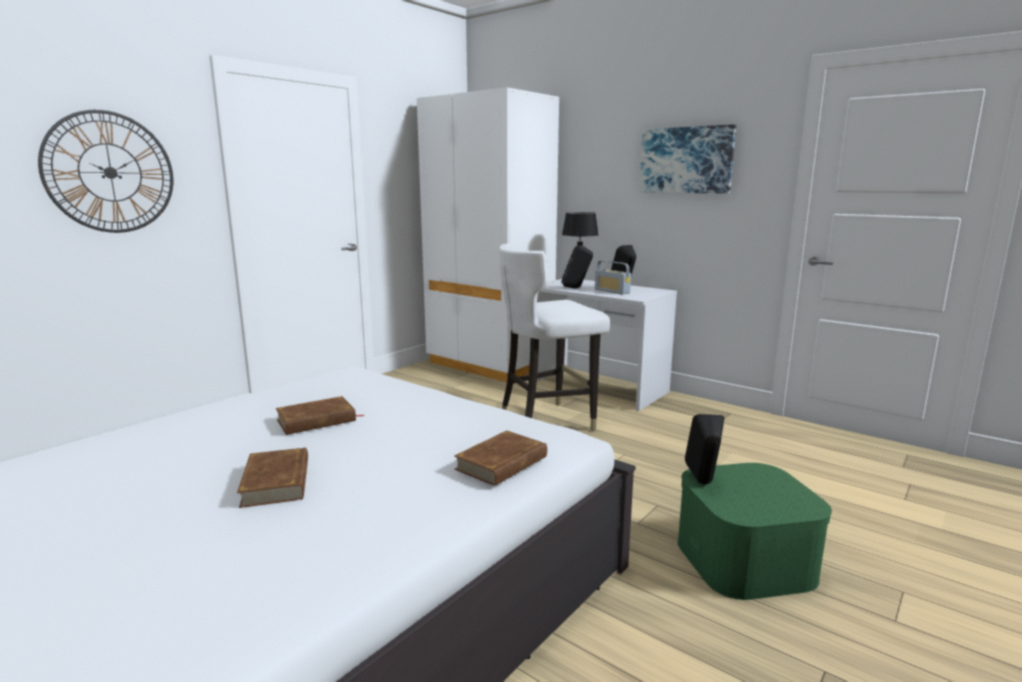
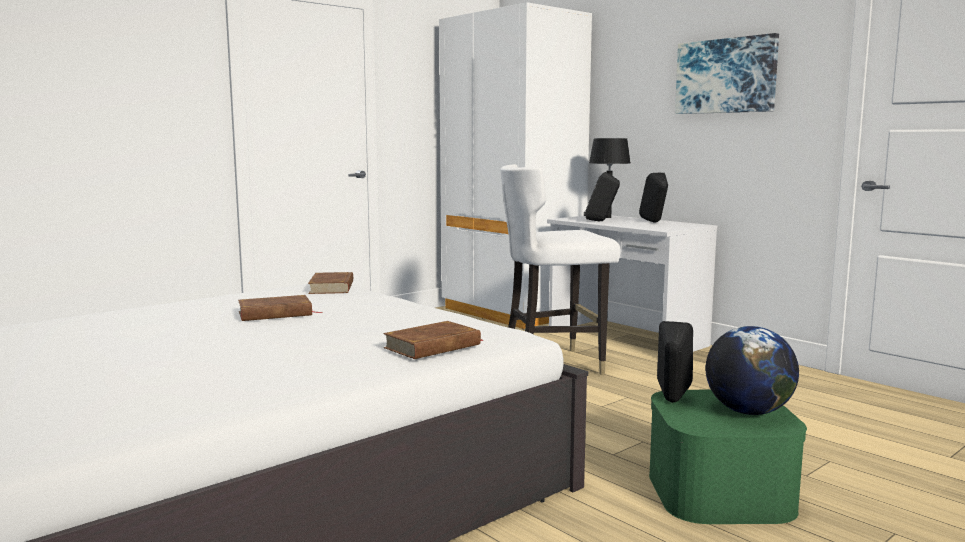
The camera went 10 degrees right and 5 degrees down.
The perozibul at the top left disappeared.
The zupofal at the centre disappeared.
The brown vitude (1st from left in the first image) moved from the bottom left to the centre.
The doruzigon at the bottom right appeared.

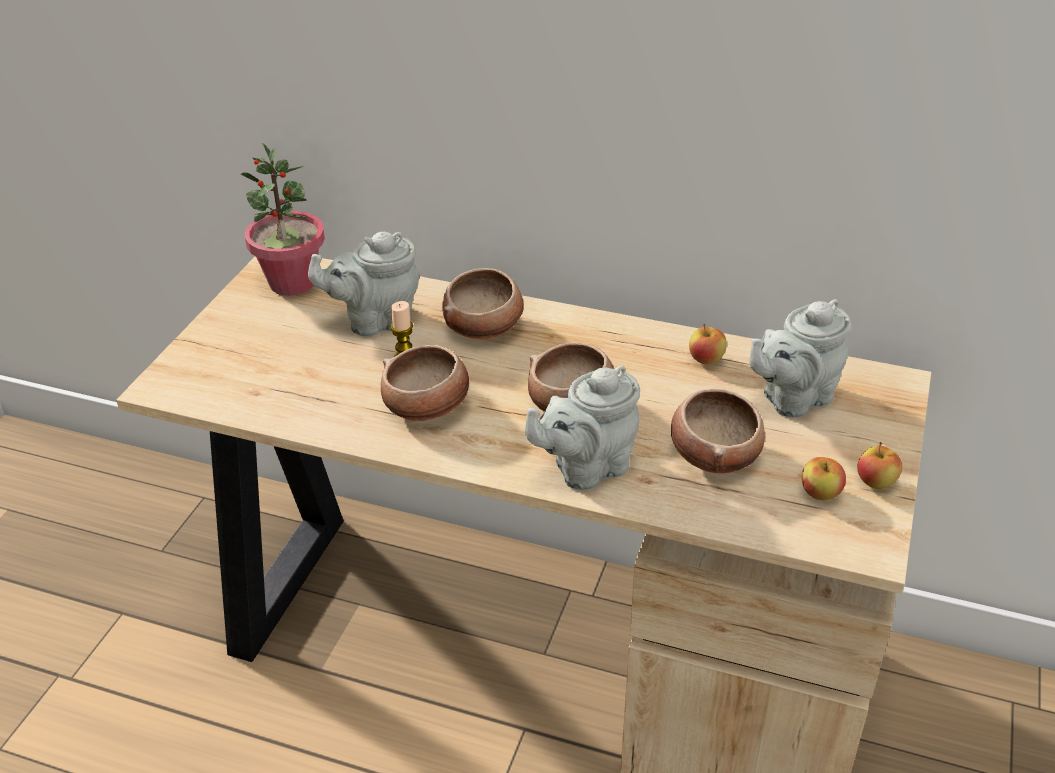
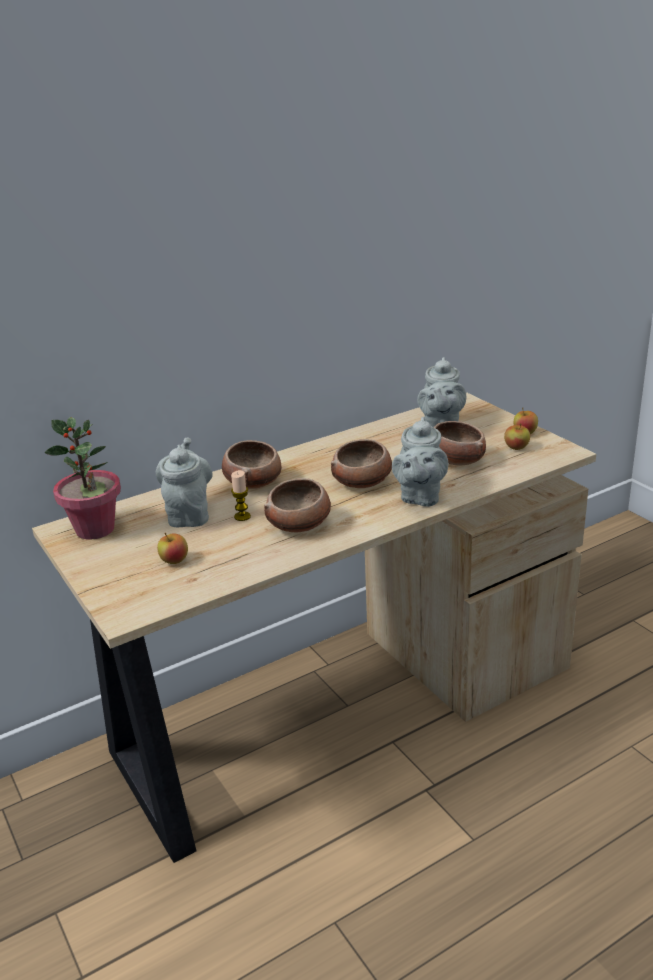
The camera went 50 degrees left and 10 degrees down.
The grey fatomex (1st from left) at the centre turned 150 degrees clockwise.
The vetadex (1st from left) moved from the middle right to the middle left.

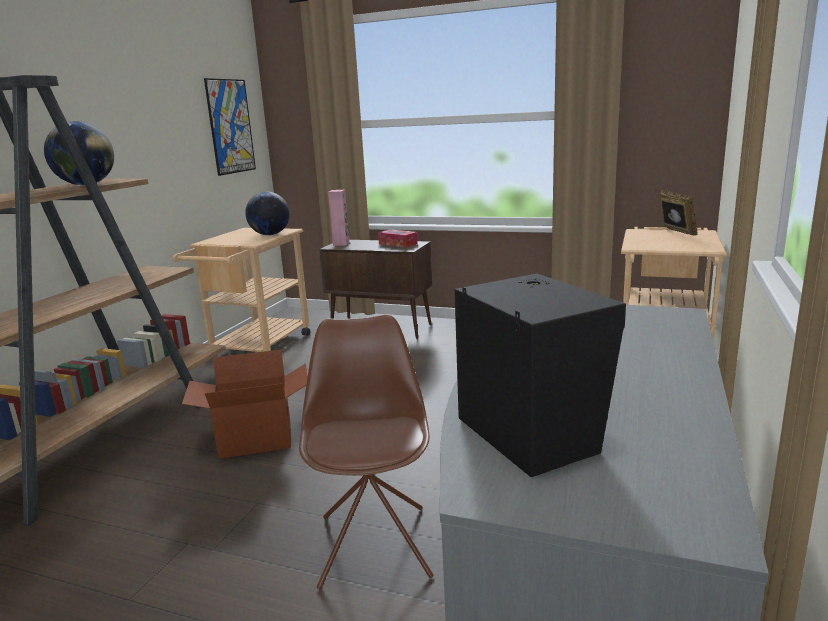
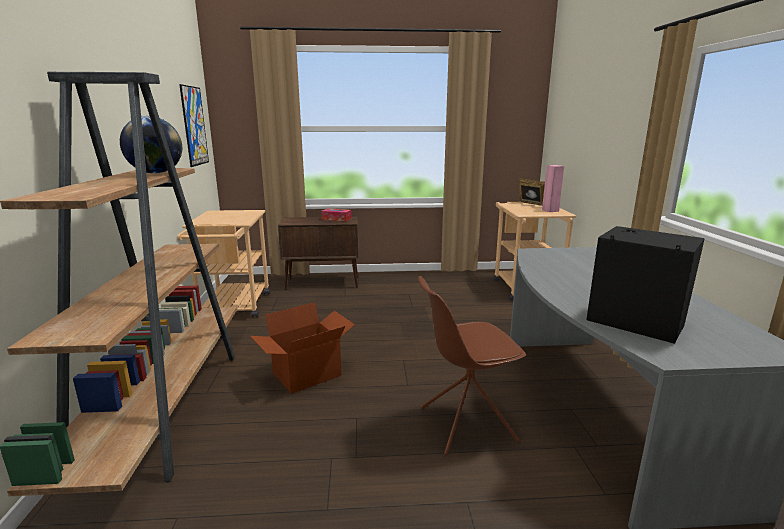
The camera went 25 degrees left and 0 degrees up.
The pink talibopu moved from the centre to the middle right.
The doruzigon (2nd from left) at the middle left disappeared.
The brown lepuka at the bottom centre turned 75 degrees counterclockwise.

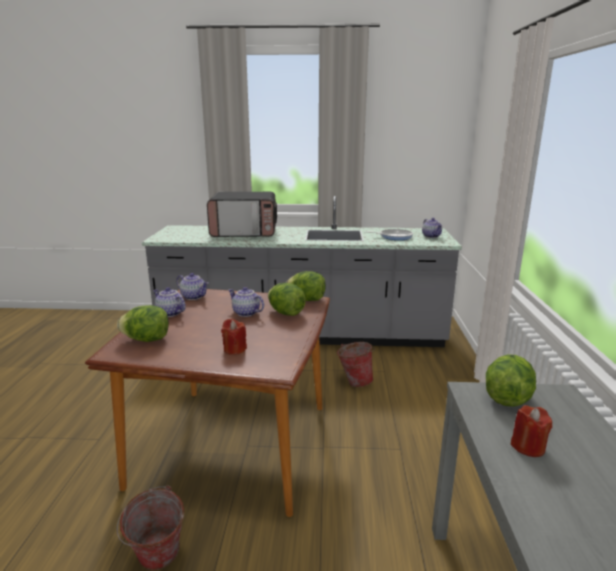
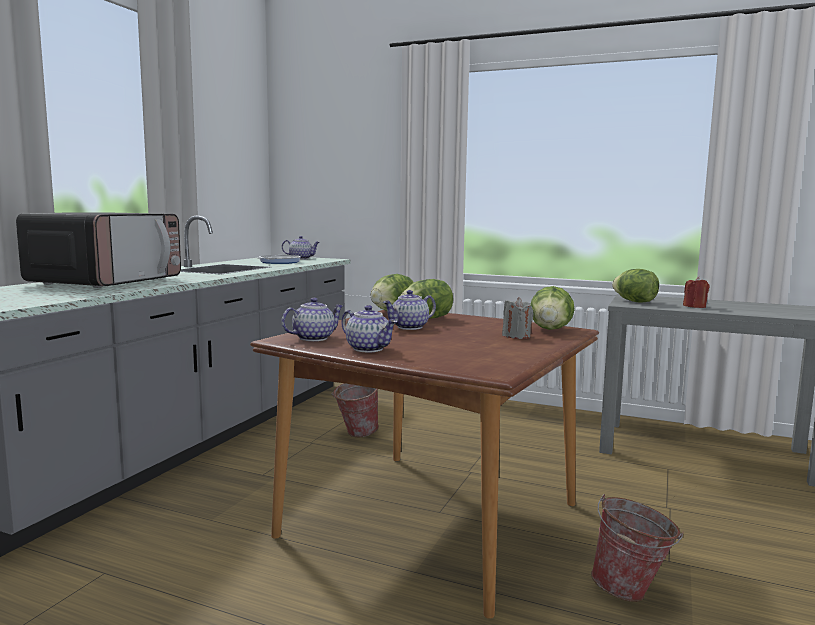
The camera went 70 degrees left and 10 degrees down.
The fatomex (1st from left in the first image) at the middle left turned 105 degrees counterclockwise.
The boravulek (1st from left in the first image) moved from the middle left to the middle right.
The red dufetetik (1st from left) at the centre became the grey dufetetik at the centre.

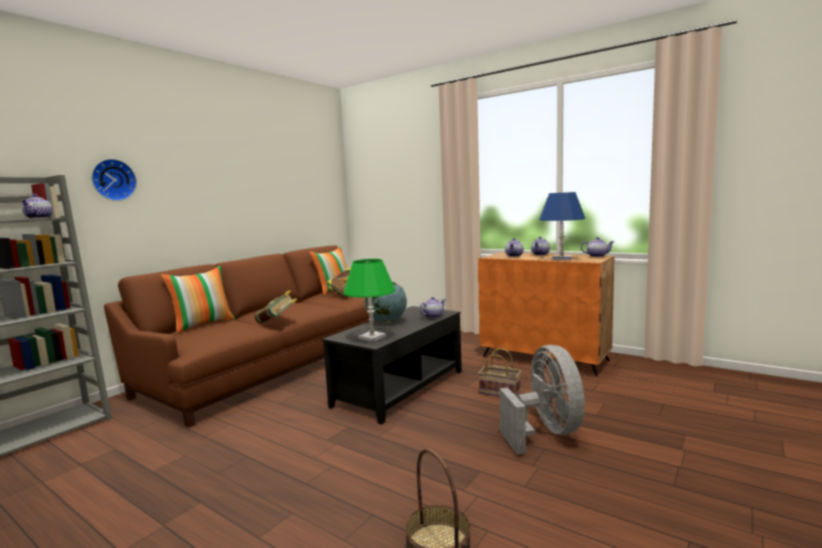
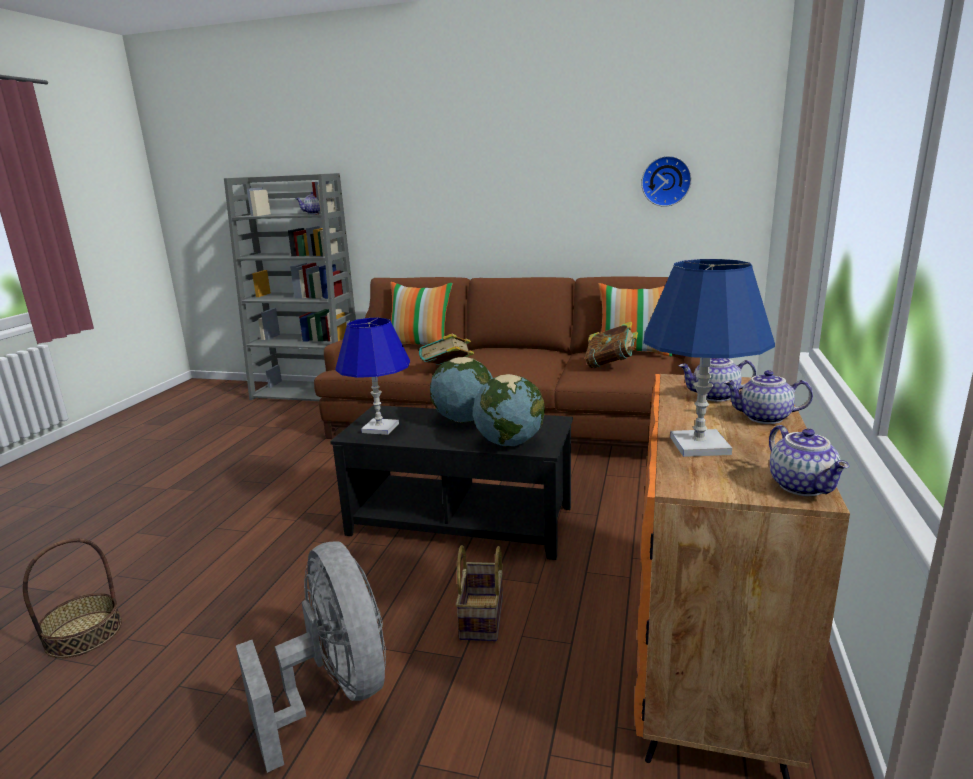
The camera went 70 degrees right and 10 degrees up.
The perozibul moved from the top left to the top right.
The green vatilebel at the centre became the blue vatilebel (1st from left) at the centre.
The fatomex (2nd from left) at the centre was replaced by the doruzigon (2nd from left) at the centre.
The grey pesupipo at the bottom centre turned 90 degrees counterclockwise.

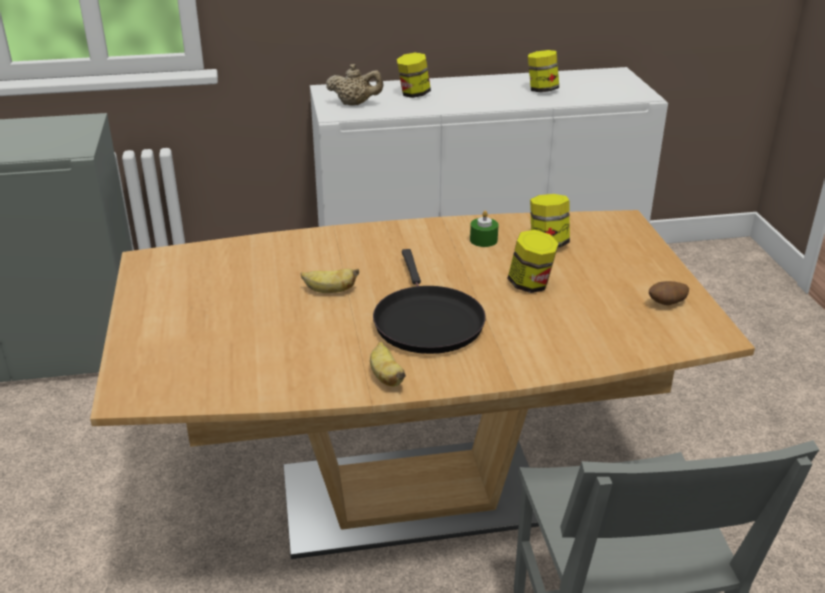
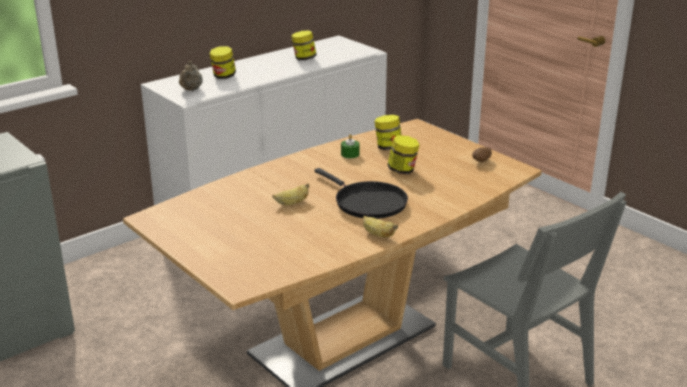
The camera went 30 degrees left and 5 degrees down.
The beige fatomex at the top centre turned 120 degrees clockwise.

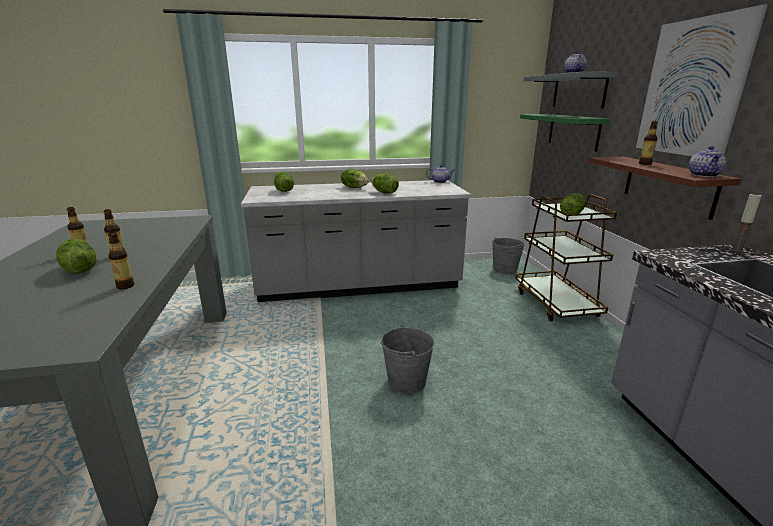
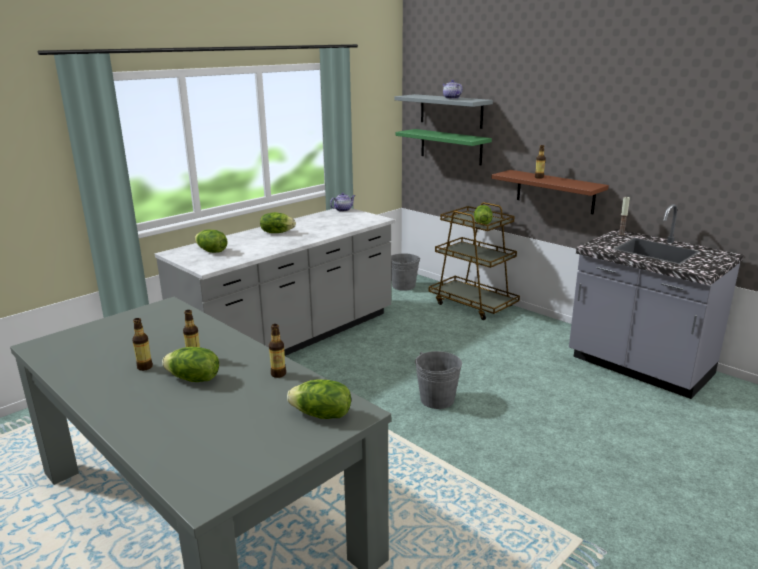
The camera went 35 degrees left and 0 degrees up.
The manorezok at the top right disappeared.
The fatomex (3rd from left) at the top right disappeared.
The boravulek (4th from left) moved from the centre to the bottom centre.

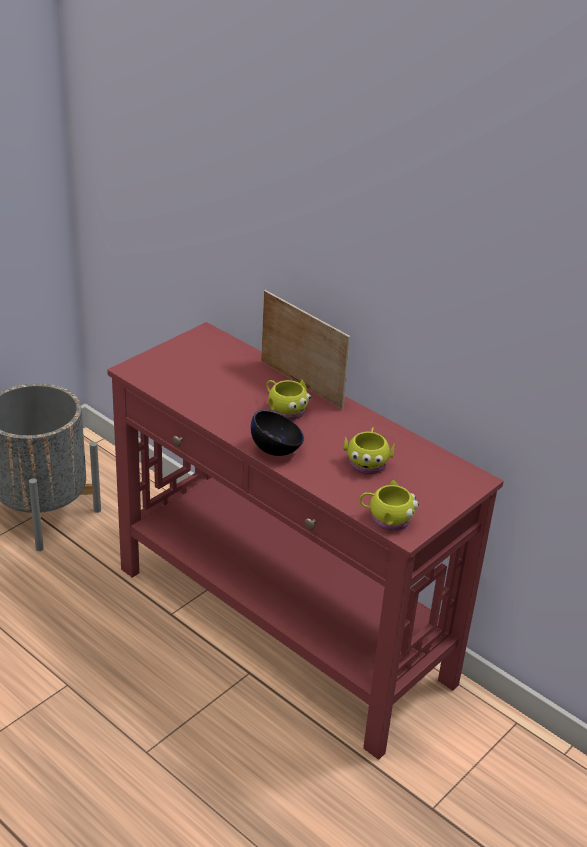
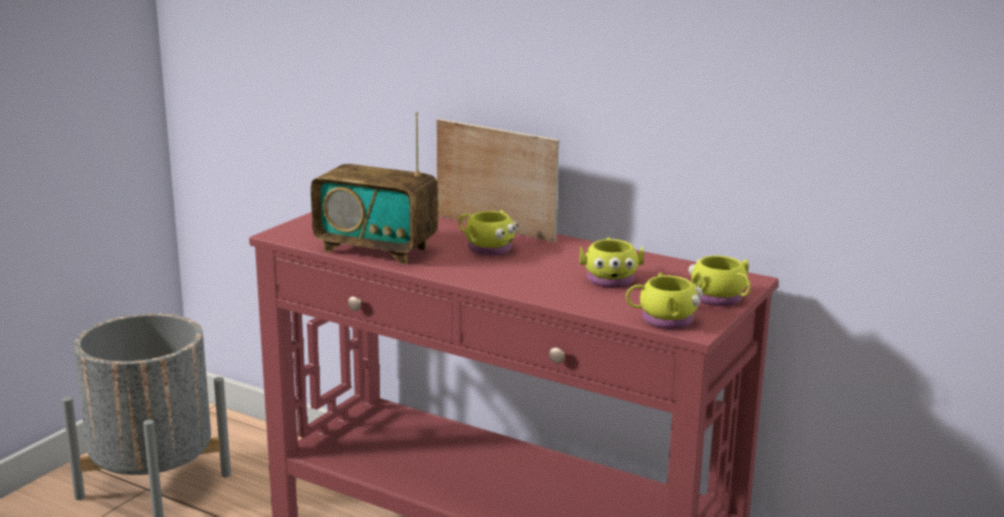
The camera went 10 degrees left and 15 degrees down.
The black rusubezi at the centre disappeared.
The zupofal at the centre appeared.
The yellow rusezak (4th from left) at the middle right appeared.

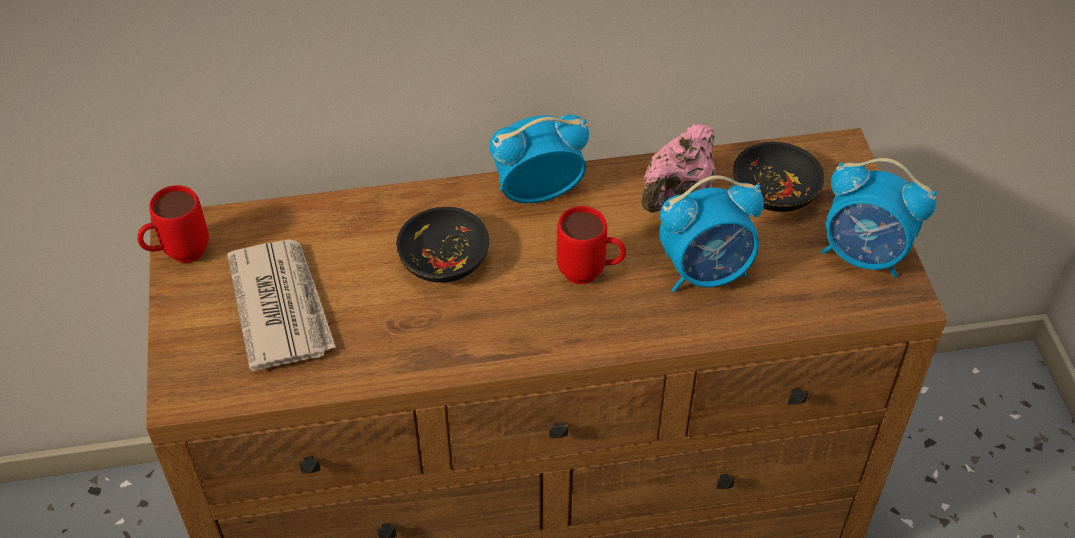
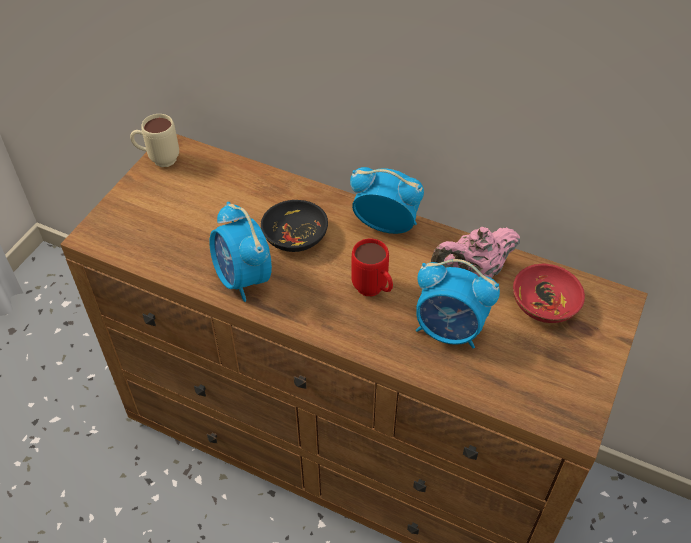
The camera went 35 degrees right and 0 degrees up.
The black rusubezi (2nd from left) at the top right became the red rusubezi at the middle right.
The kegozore (3rd from left in the first image) moved from the middle right to the centre.
The red rusezak (1st from left) at the middle left became the beige rusezak at the top left.
The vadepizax at the middle left disappeared.

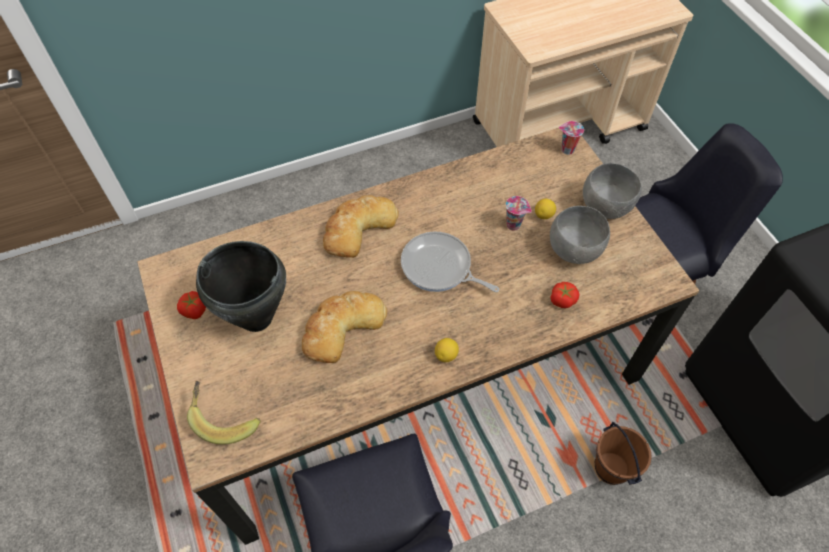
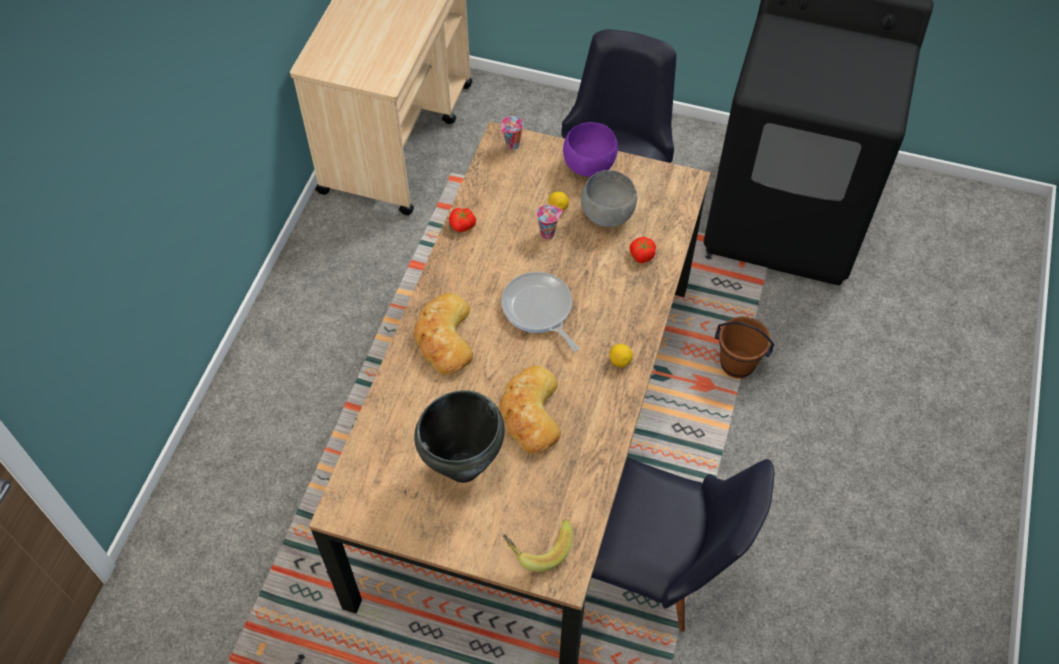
The camera went 50 degrees left and 0 degrees up.
The grey rusubezi (2nd from left) at the middle right became the purple rusubezi at the top centre.
The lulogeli at the centre turned 75 degrees clockwise.
The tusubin (1st from left) moved from the middle left to the top centre.

